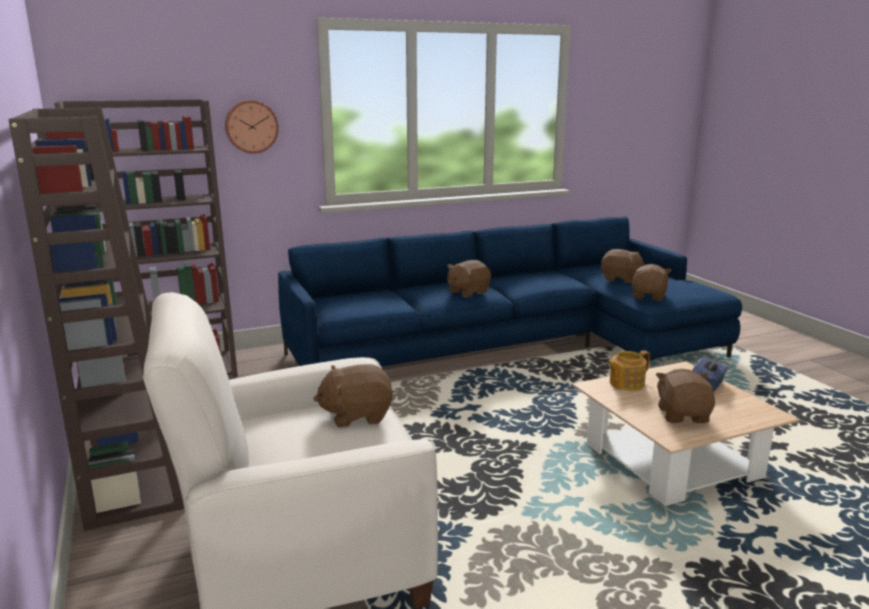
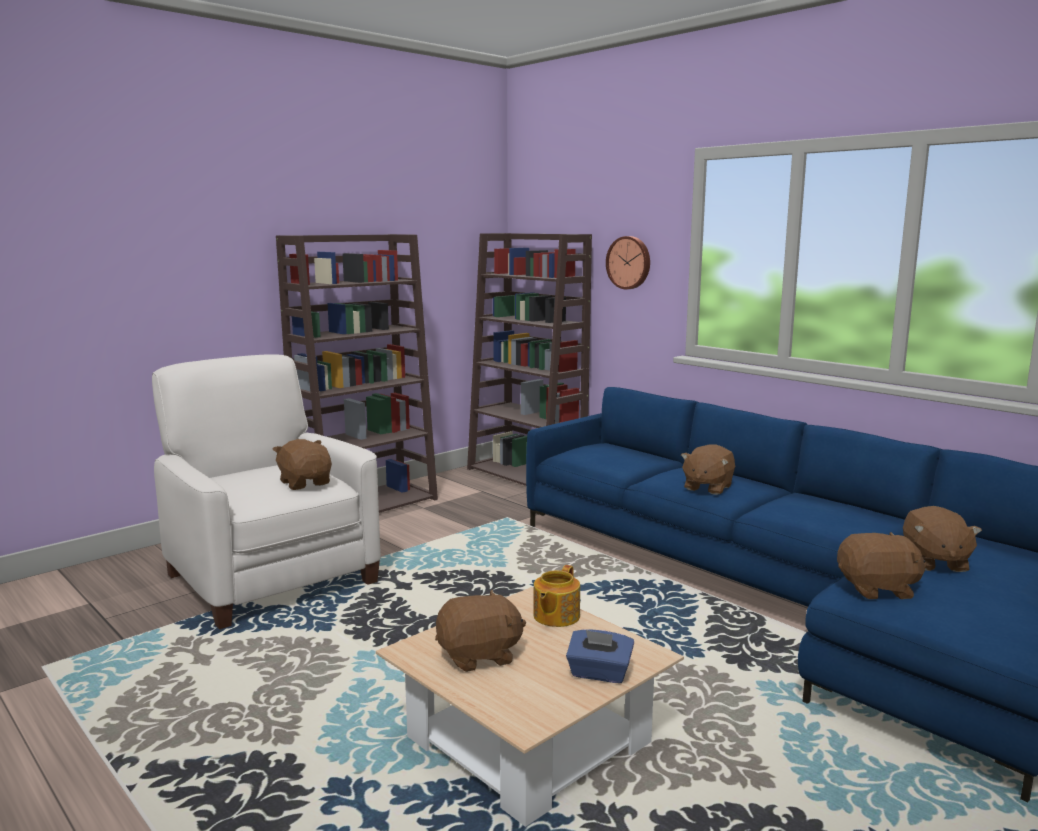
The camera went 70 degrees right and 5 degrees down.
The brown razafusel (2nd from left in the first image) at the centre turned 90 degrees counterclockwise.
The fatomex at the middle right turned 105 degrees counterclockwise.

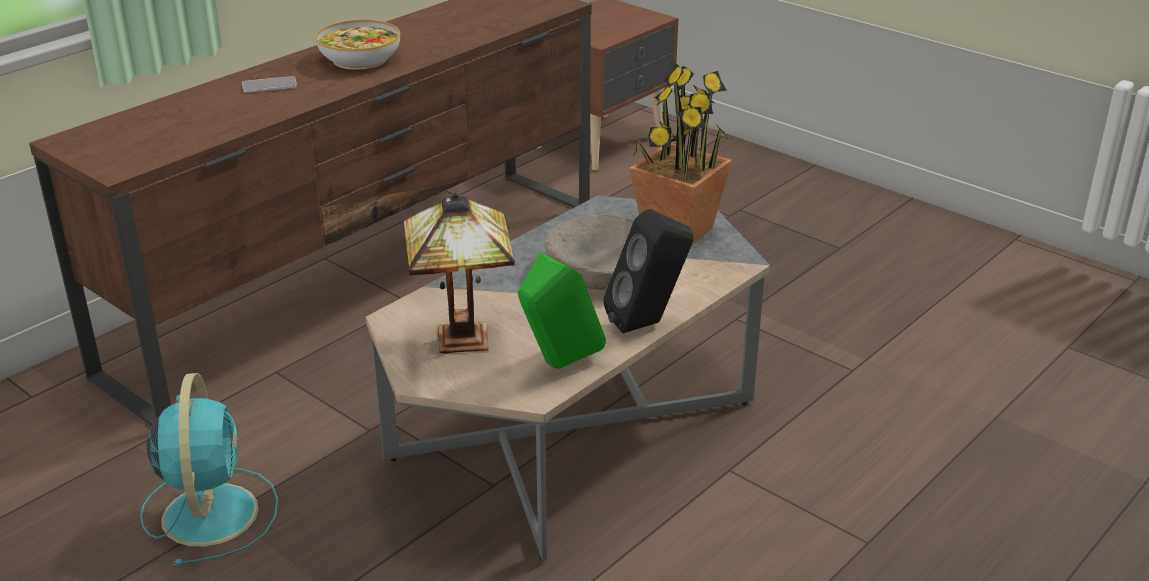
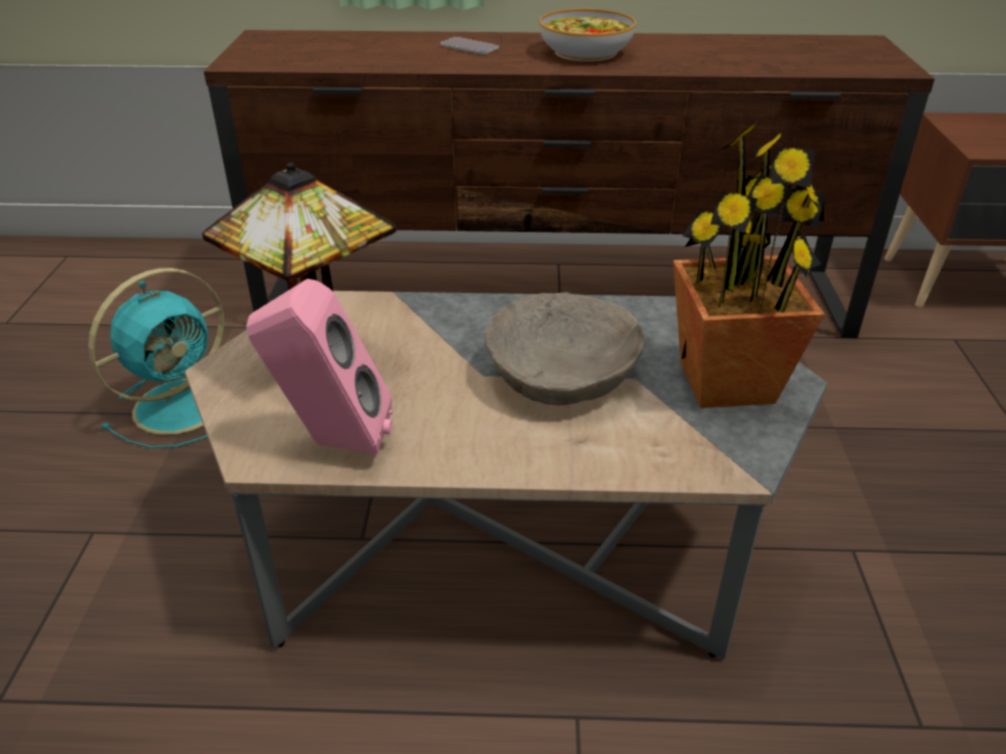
The camera went 50 degrees right and 5 degrees up.
The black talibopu at the centre disappeared.
The green talibopu at the centre became the pink talibopu at the middle left.

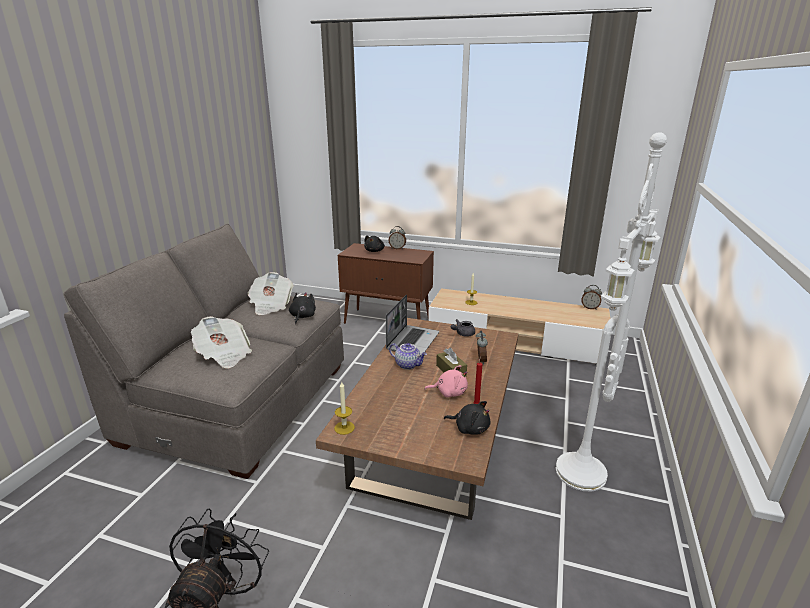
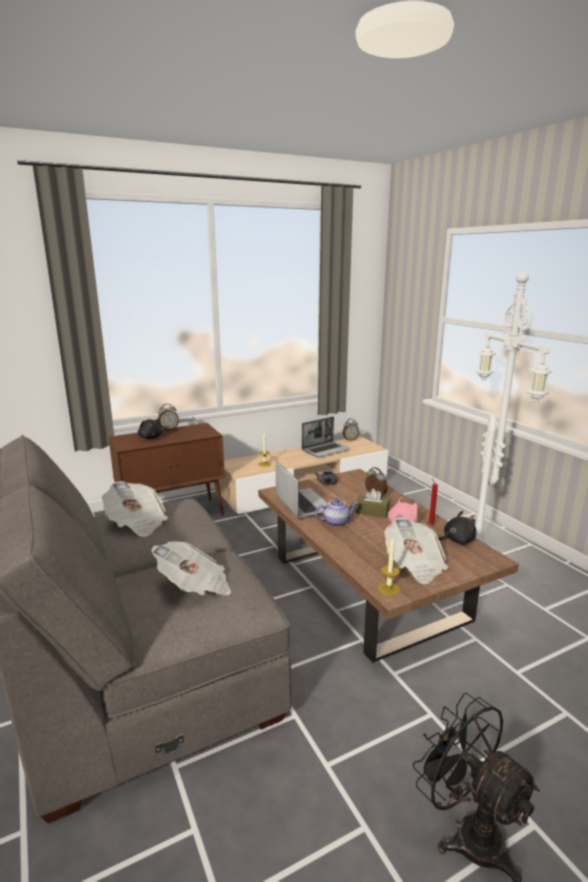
The camera went 45 degrees left and 5 degrees down.
The black razafusel (1st from left) at the centre disappeared.
The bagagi (2nd from left) at the centre appeared.
The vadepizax (3rd from left) at the middle right appeared.

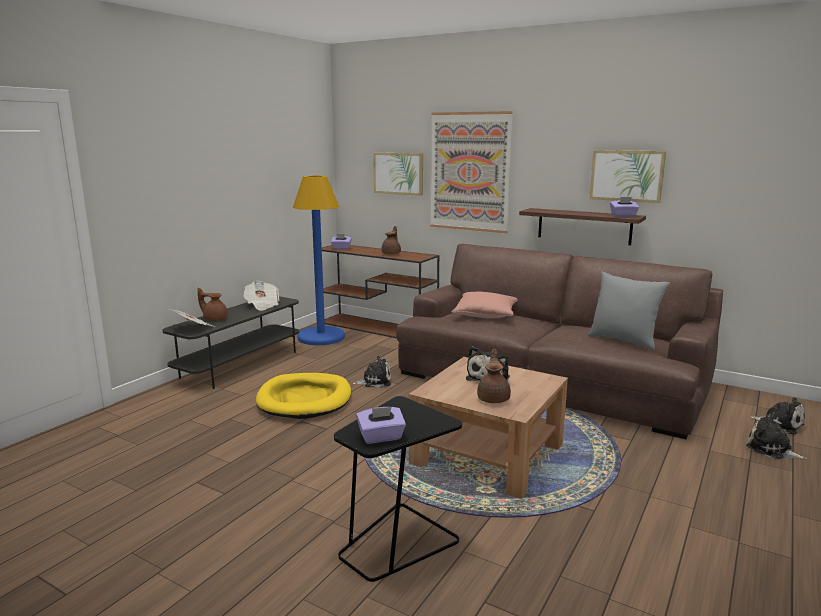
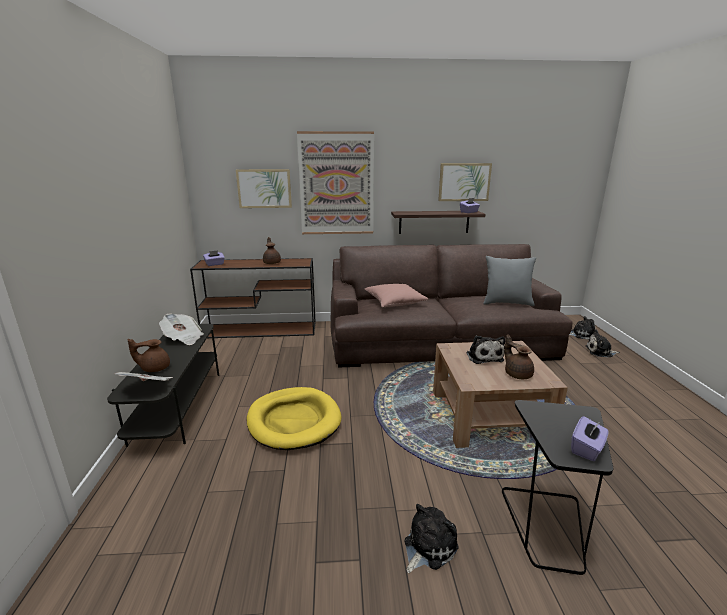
The camera went 35 degrees left and 5 degrees up.
The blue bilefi at the centre disappeared.
The razafusel (1st from left) moved from the centre to the bottom centre.

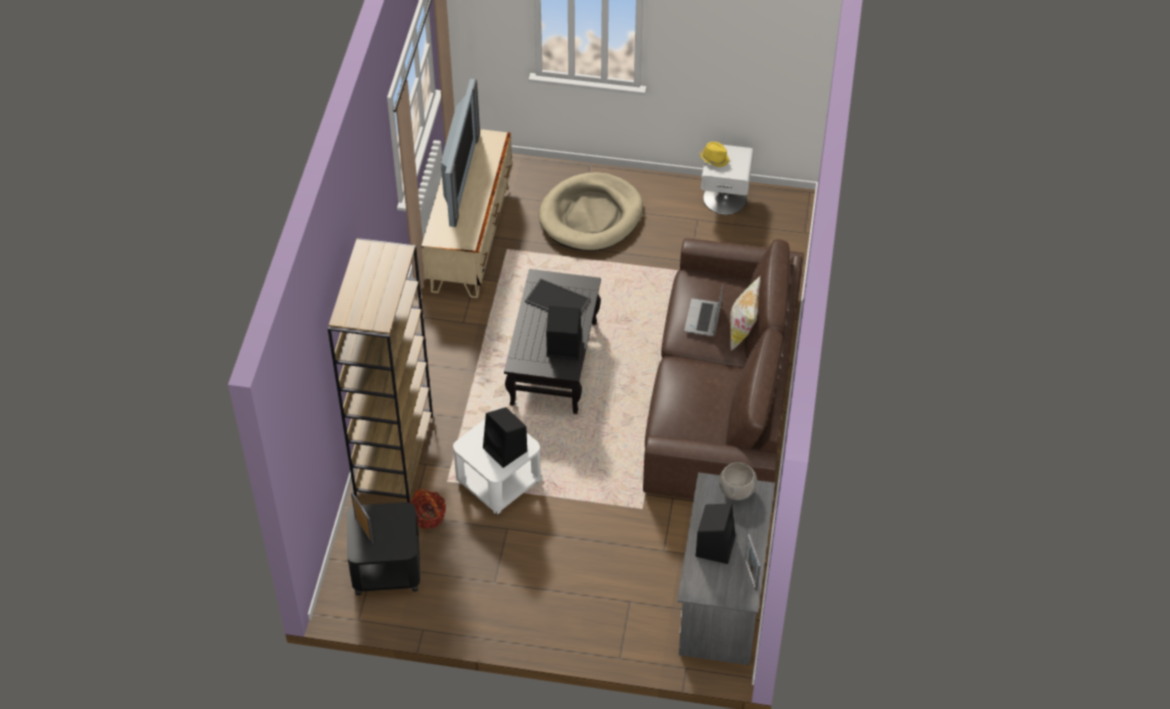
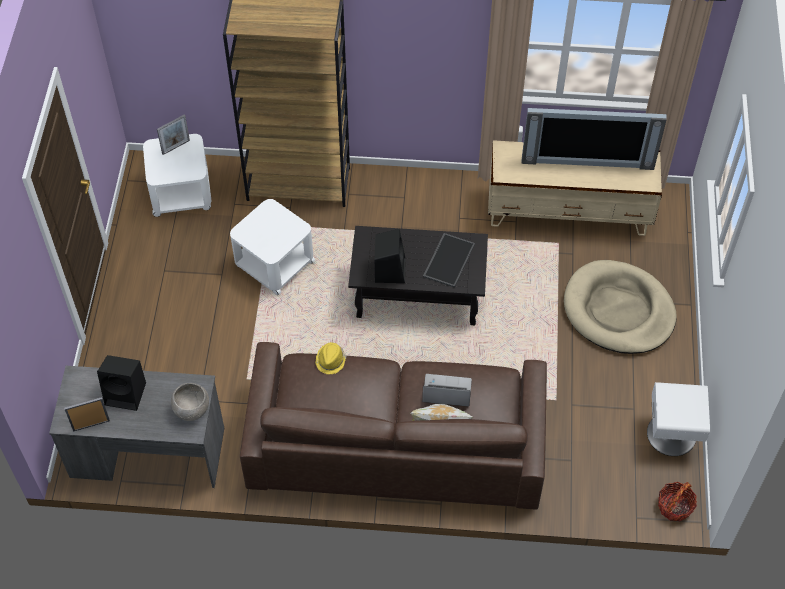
The camera went 85 degrees right and 5 degrees up.
The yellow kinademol moved from the top centre to the centre.
The black talibopu (1st from left) at the centre disappeared.
The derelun moved from the bottom centre to the bottom right.
The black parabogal at the bottom left became the white parabogal (1st from left) at the top left.

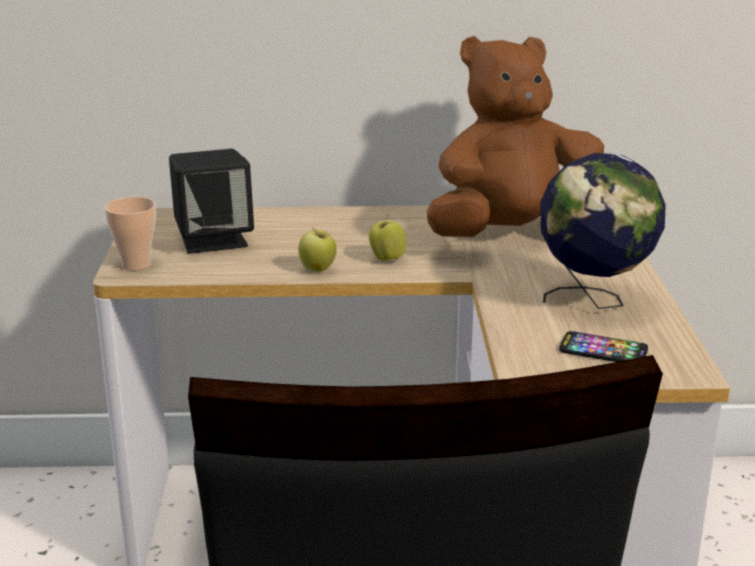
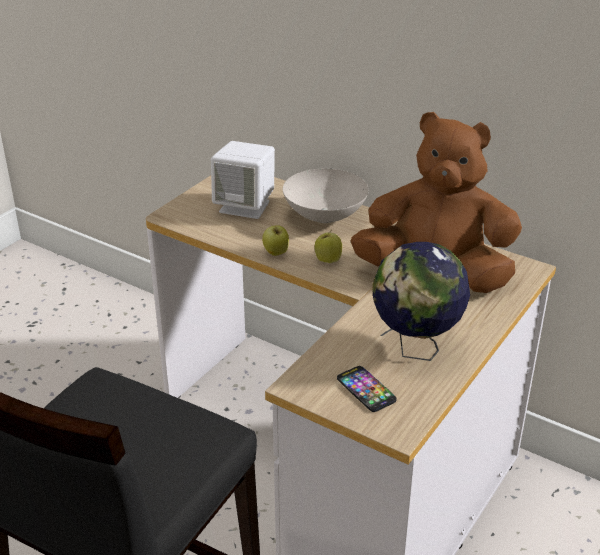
The camera went 35 degrees right and 10 degrees up.
The black talibopu at the middle left became the white talibopu at the top centre.
The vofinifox at the middle left disappeared.
The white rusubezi at the centre appeared.

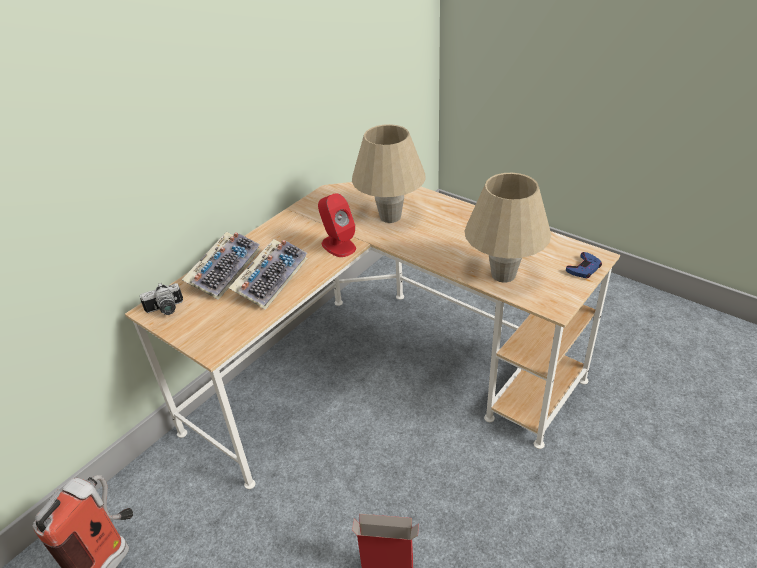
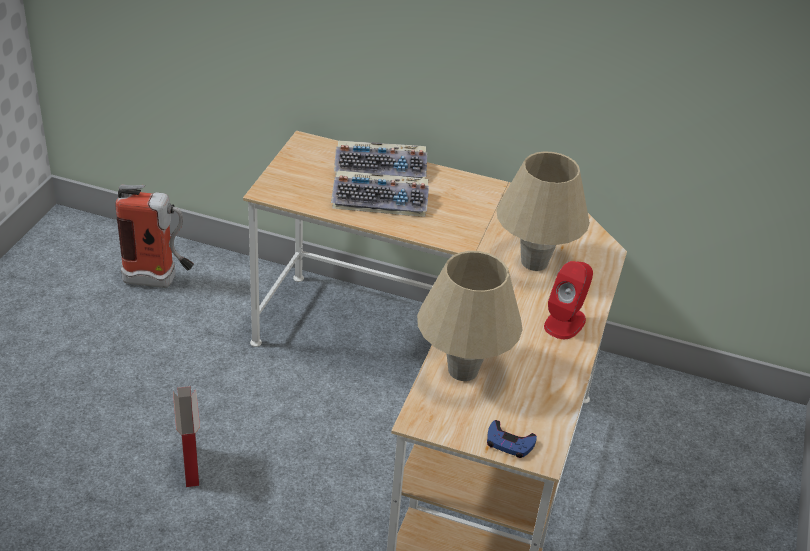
The camera went 65 degrees right and 0 degrees up.
The red talibopu moved from the centre to the middle right.
The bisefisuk at the middle left disappeared.

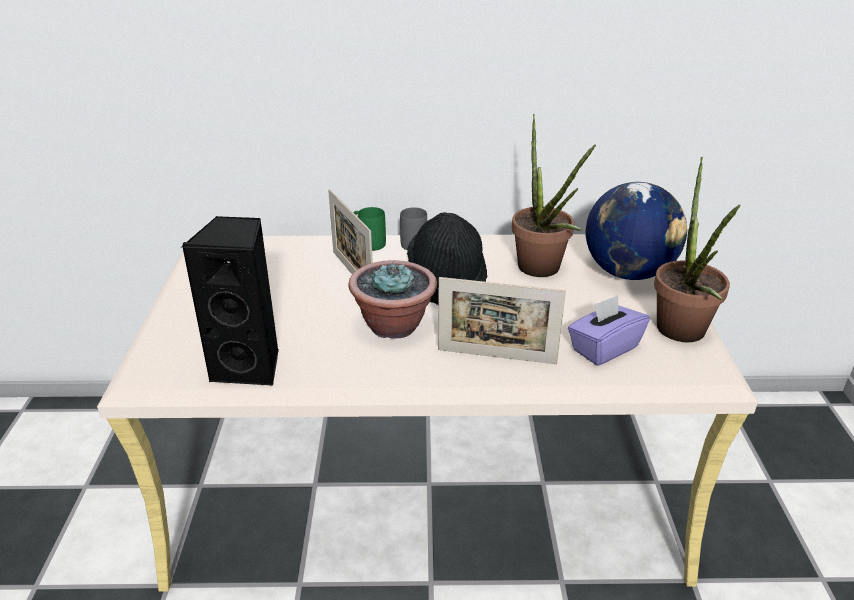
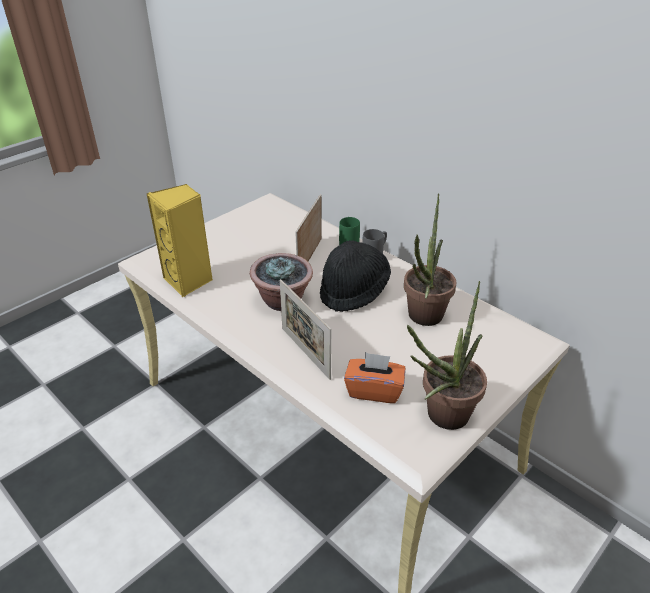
The camera went 45 degrees right and 5 degrees up.
The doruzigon at the middle right disappeared.
The black talibopu at the middle left became the yellow talibopu at the middle left.
The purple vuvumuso at the middle right became the orange vuvumuso at the centre.

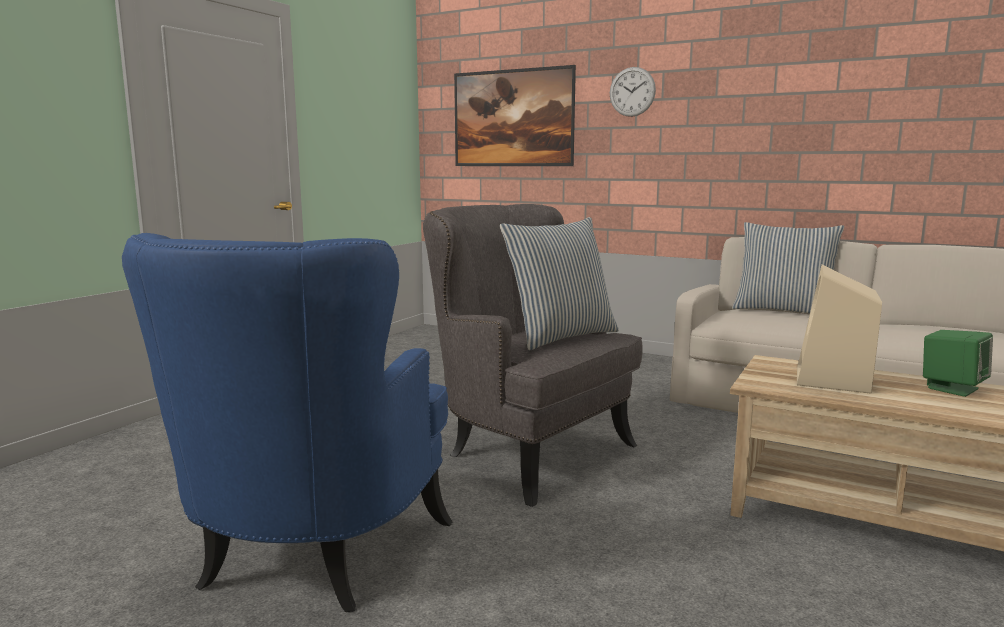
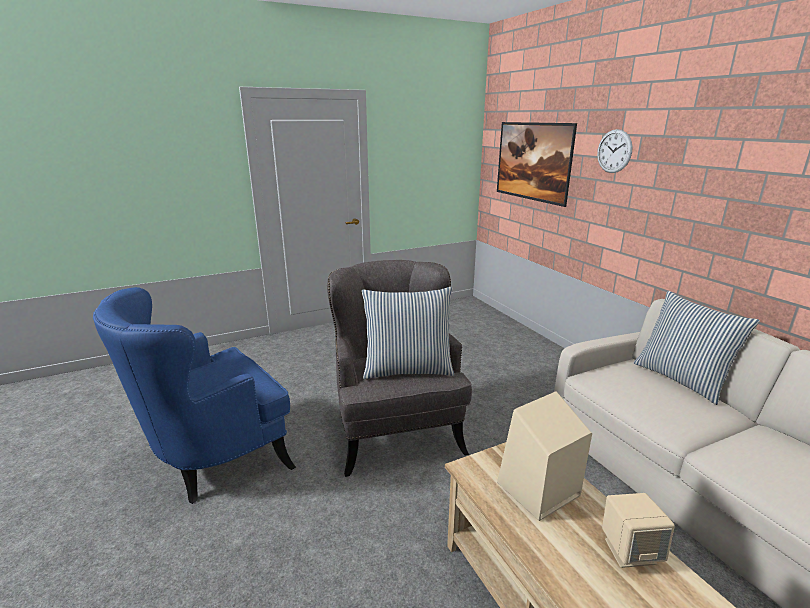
The camera went 35 degrees right and 10 degrees up.
The green talibopu at the middle right became the beige talibopu (2nd from left) at the bottom right.

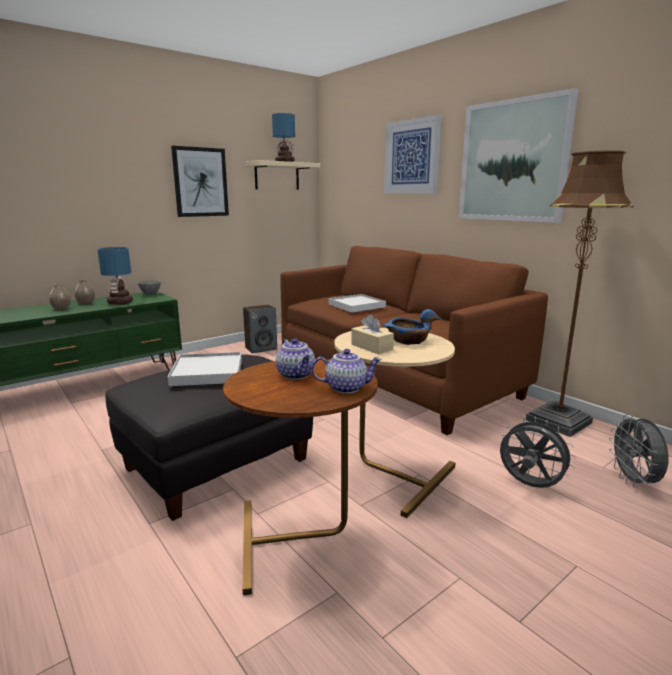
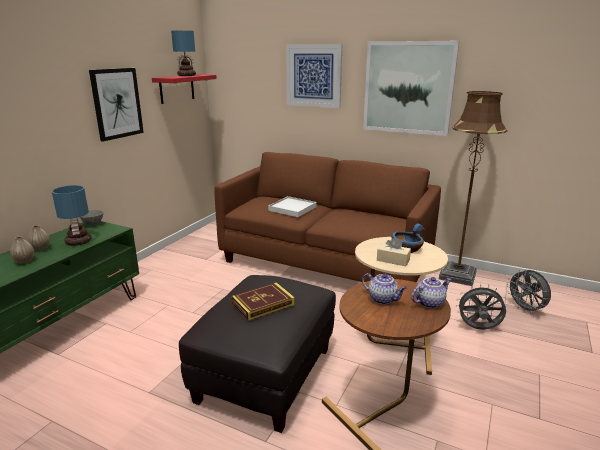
The camera went 25 degrees left and 5 degrees up.
The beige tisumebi at the top centre became the red tisumebi at the top left.
The talibopu at the centre disappeared.
The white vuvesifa (1st from left) at the middle left was replaced by the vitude at the bottom centre.

